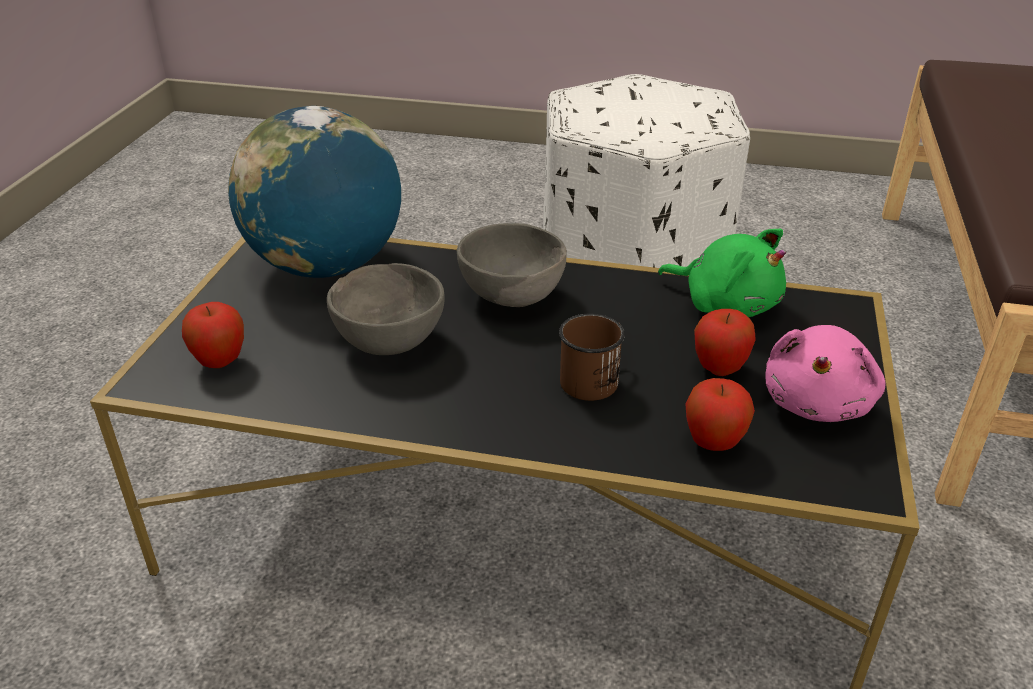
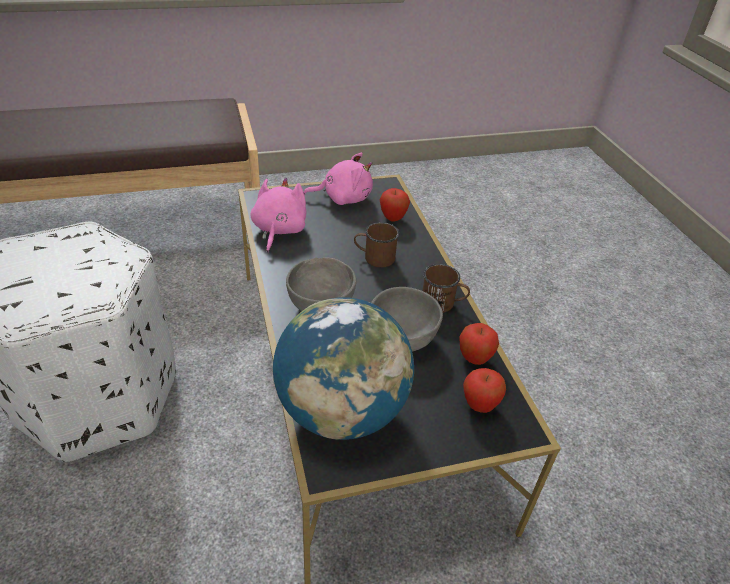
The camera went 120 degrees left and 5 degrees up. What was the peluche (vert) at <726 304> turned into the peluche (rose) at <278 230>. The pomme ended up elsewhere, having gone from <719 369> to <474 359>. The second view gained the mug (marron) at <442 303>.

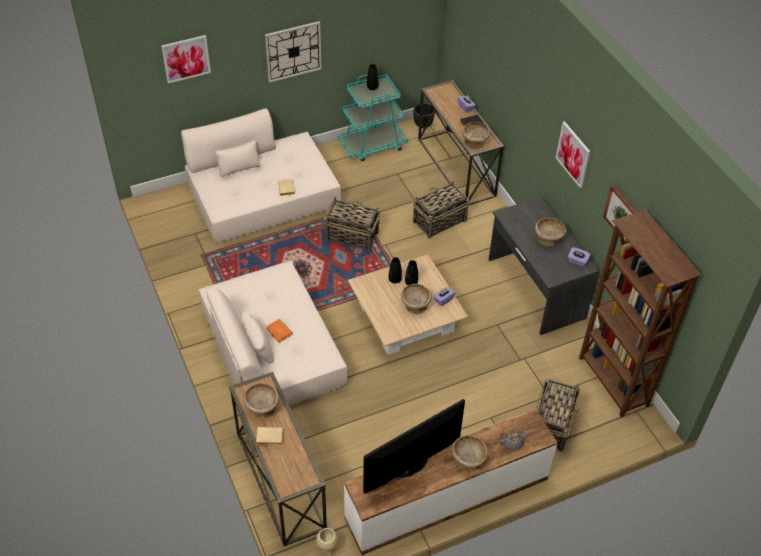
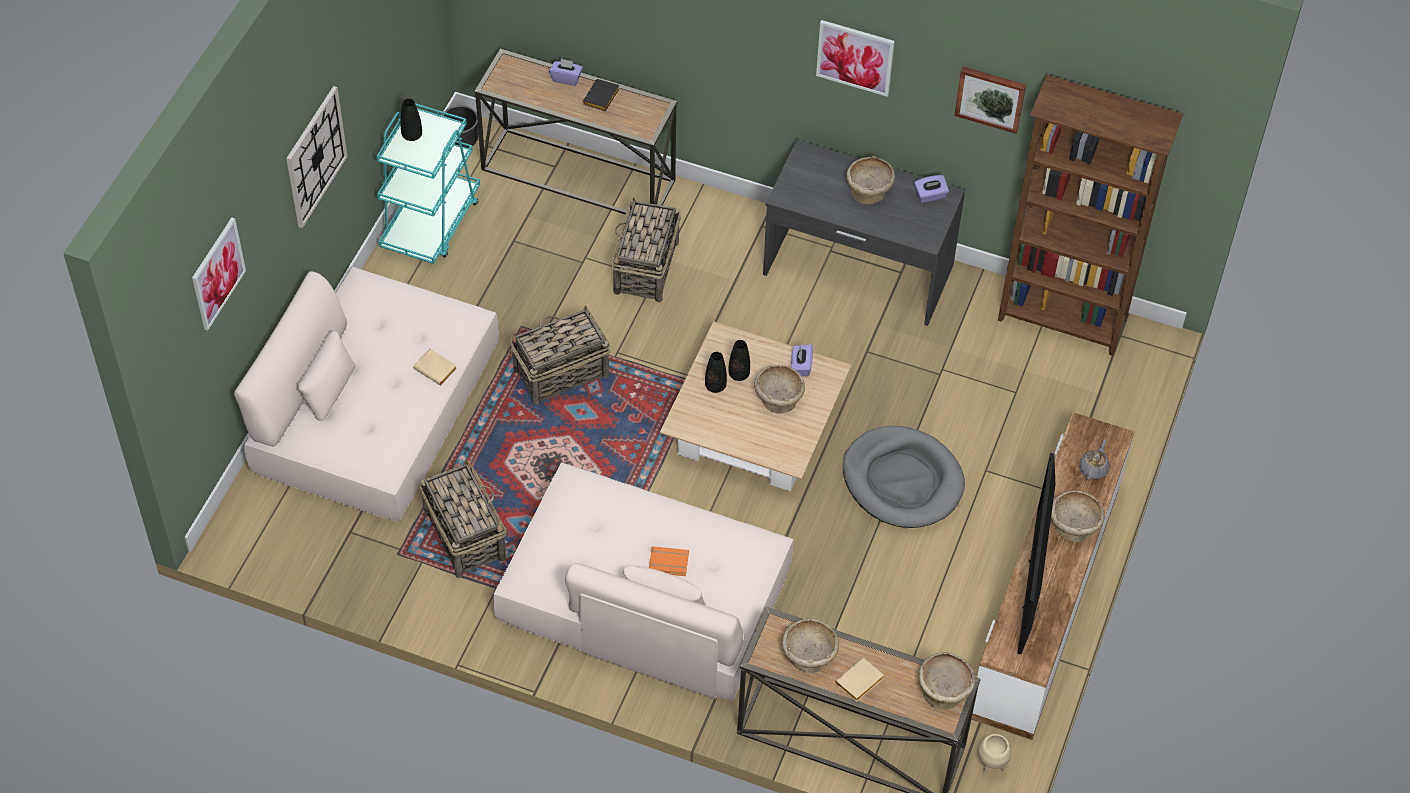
The camera went 45 degrees left and 5 degrees up. The bol (beige) ended up elsewhere, having gone from <475 143> to <944 692>. The panier ended up elsewhere, having gone from <552 424> to <464 534>. The second view gained the panier pour chien (gris) at <902 480>.

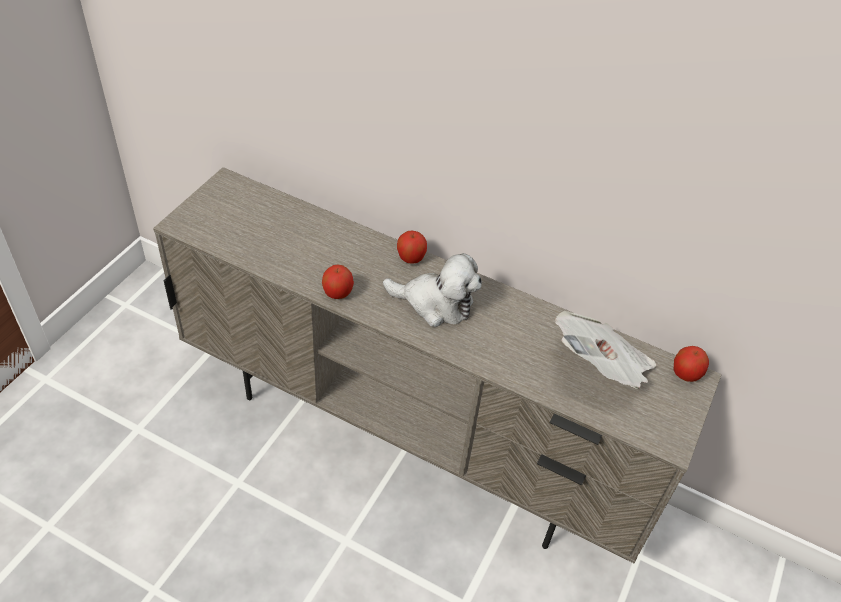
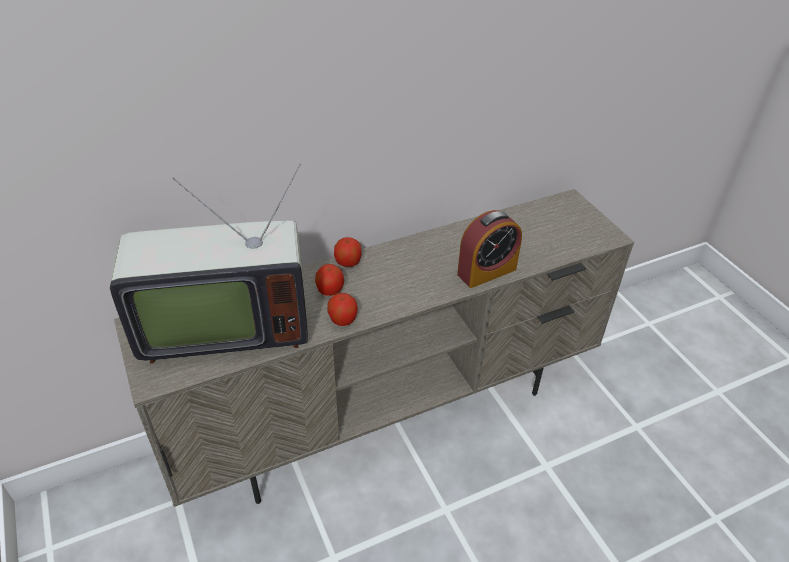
The camera went 50 degrees left and 5 degrees down. The second view lost the peluche at <435 303>. The second view lost the journal at <601 367>. The pomme ended up elsewhere, having gone from <686 374> to <330 291>. The second view gained the téléviseur at <222 326>. The second view gained the réveil at <486 271>.

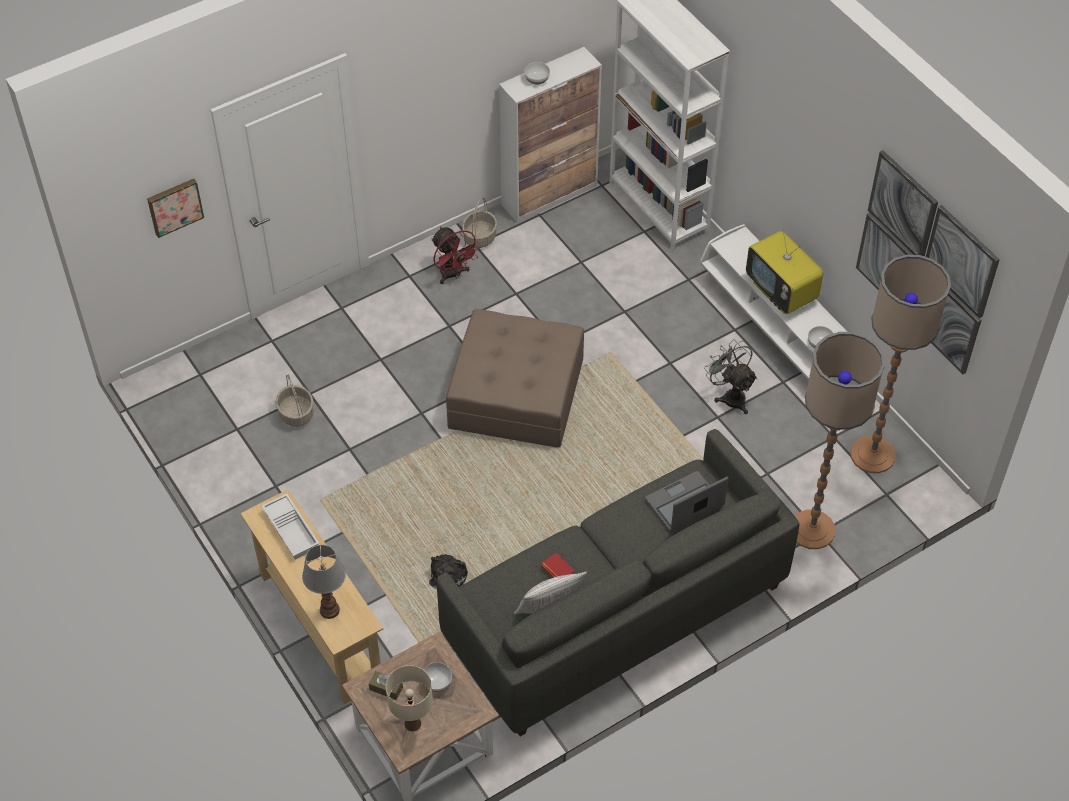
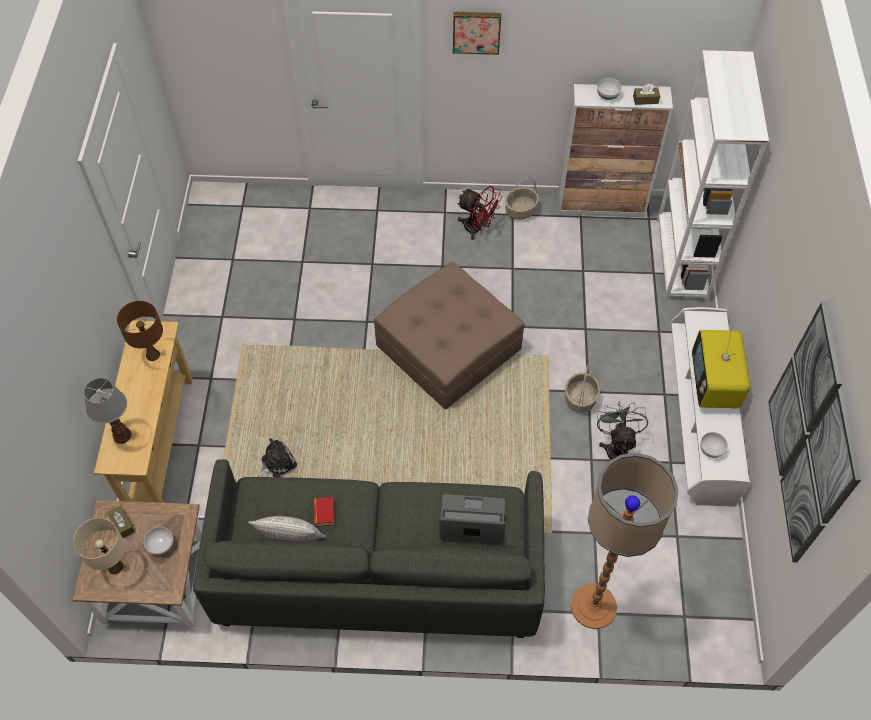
The camera went 35 degrees right and 5 degrees up. The tableau ended up elsewhere, having gone from <174 206> to <476 31>. The ventilateur (rouge) at <453 275> ended up facing another way, 60 degrees counterclockwise from before. The second view lost the lampadaire at <872 455>. The panier ended up elsewhere, having gone from <296 414> to <580 399>. Where the plateau (blanc) stood at <292 529>, the lampe de table (marron) came to stand at <153 355>. The second view gained the boîte à mouchoirs (marron) at <645 100>.

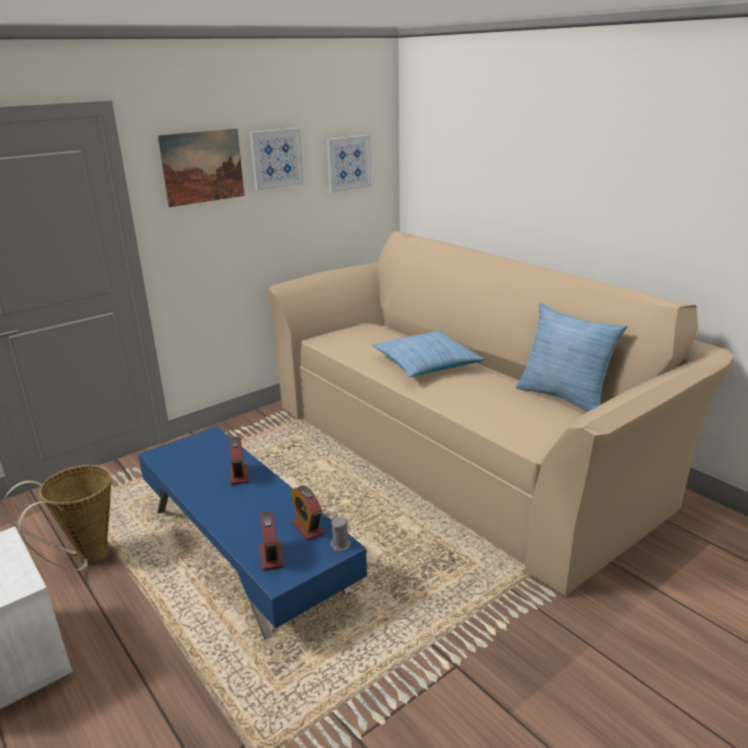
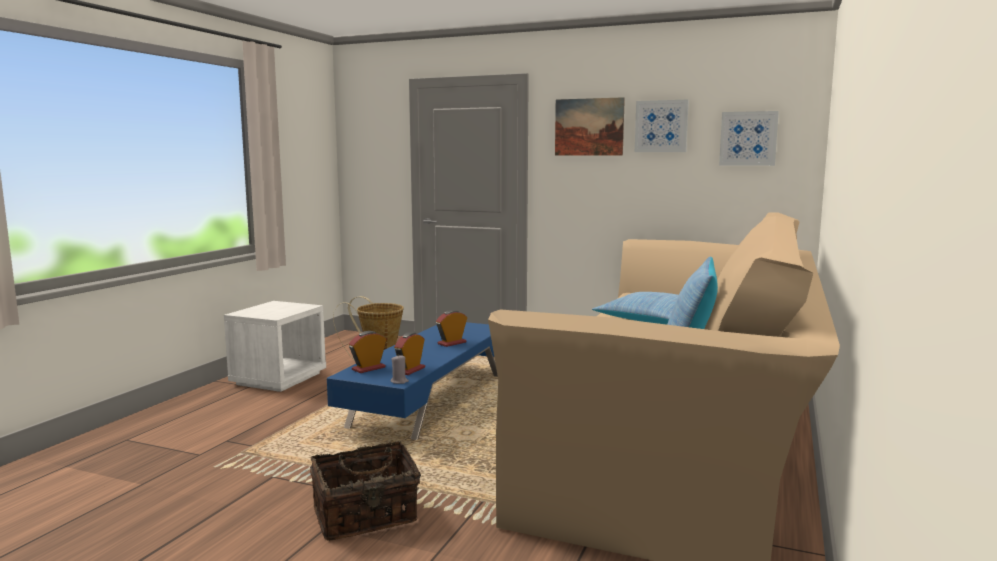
The camera went 60 degrees right and 15 degrees down. The second view gained the panier at <366 516>.

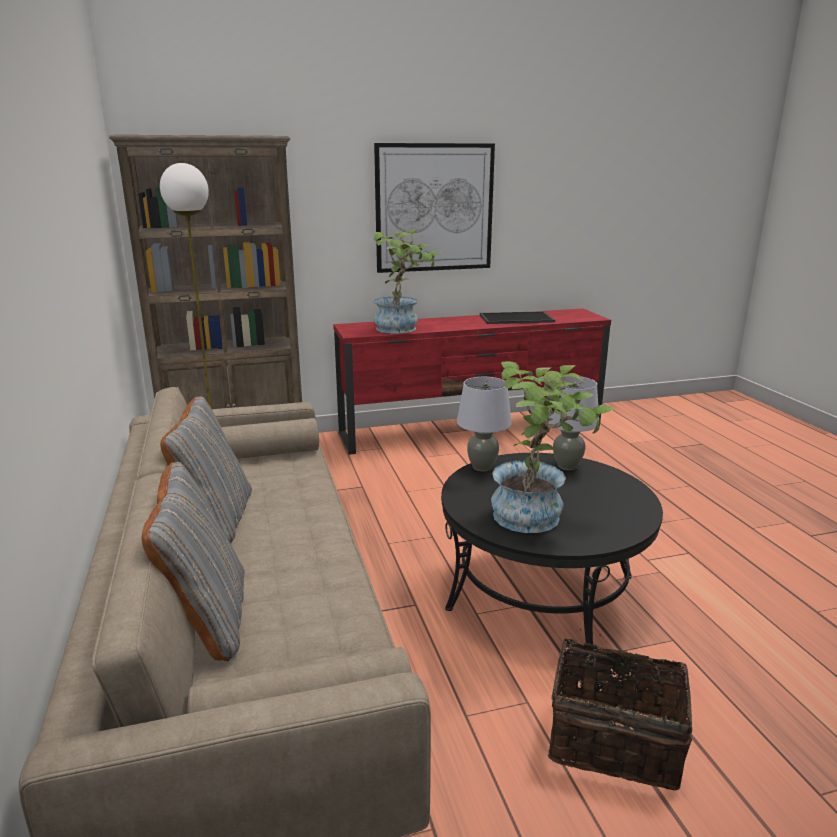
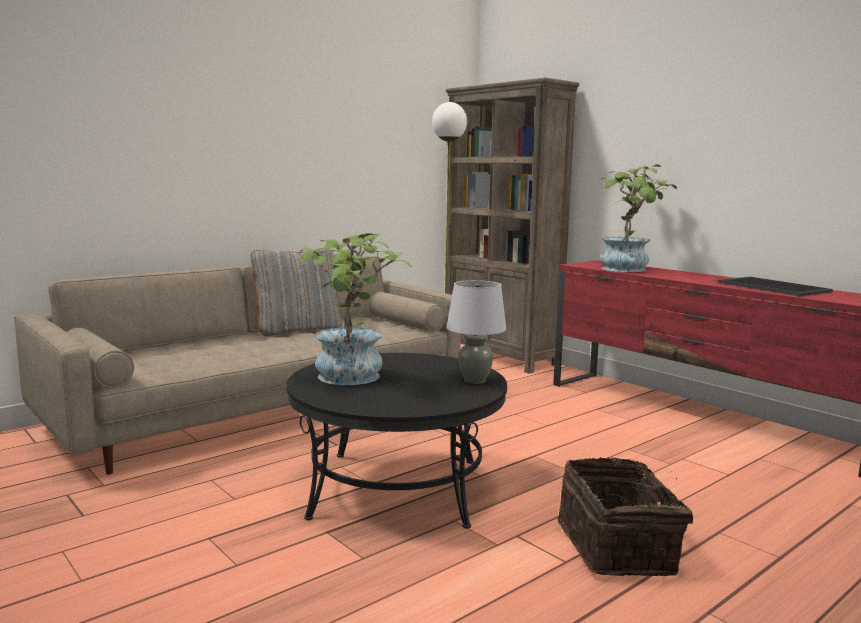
The camera went 65 degrees right and 10 degrees down. The second view lost the tableau at <434 208>. The second view lost the lampe de table (gris) at <482 467>. The second view lost the coussin (gris) at <207 618>. The panier ended up elsewhere, having gone from <614 738> to <619 547>.

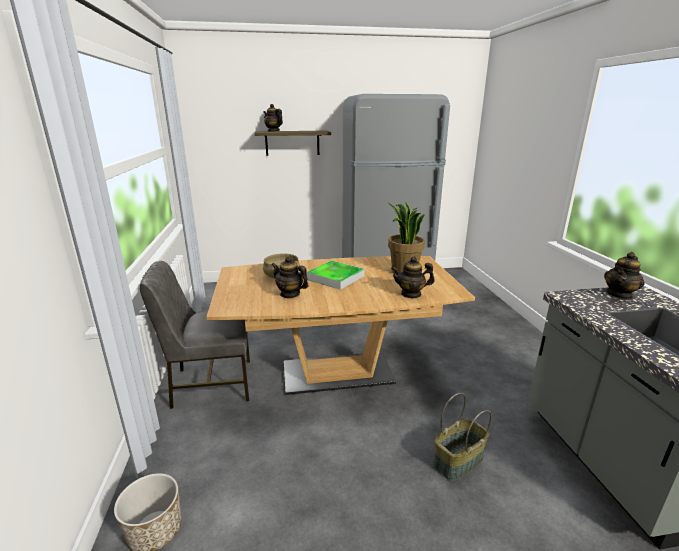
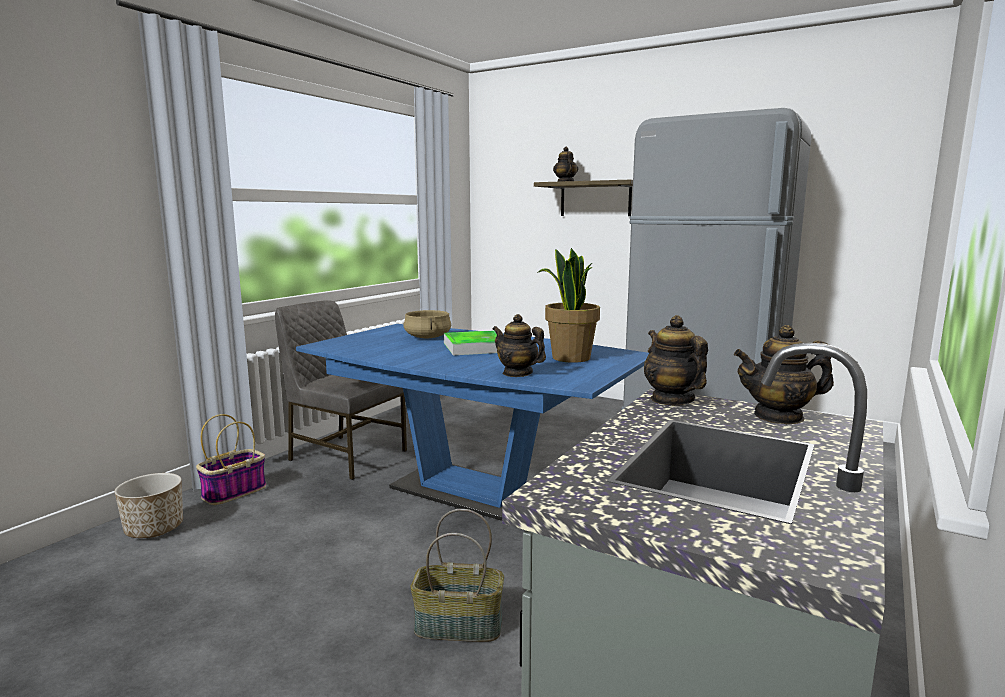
The camera went 40 degrees right and 10 degrees down. What was the table à manger (marron) at <337 373> turned into the table à manger (bleu) at <473 492>. The théière ended up elsewhere, having gone from <290 294> to <672 400>. The second view gained the panier at <234 492>.

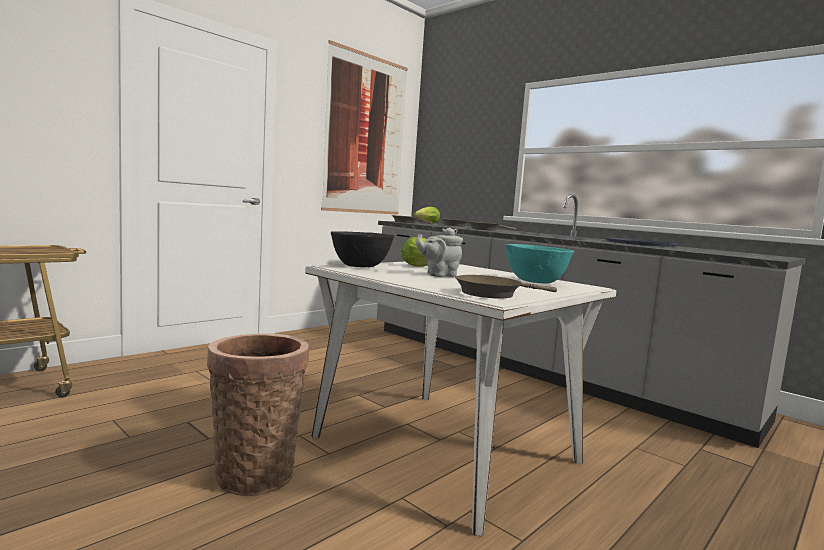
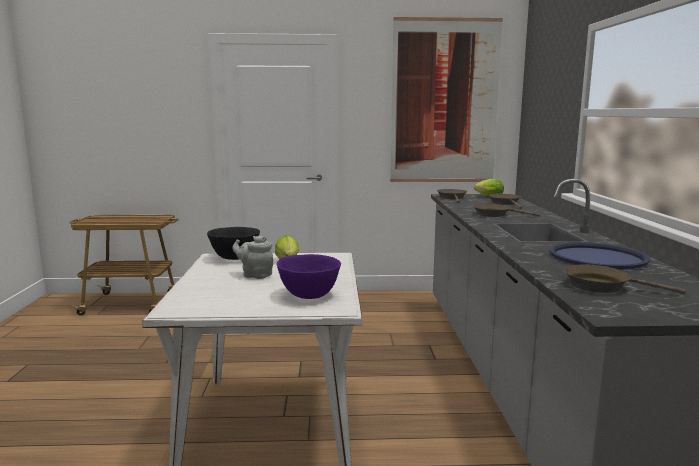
The camera went 45 degrees right and 5 degrees up. What was the bol (turquoise) at <534 282> turned into the bol (violet) at <308 295>. The poêle (marron) ended up elsewhere, having gone from <492 294> to <602 286>. The second view lost the panier at <256 472>.

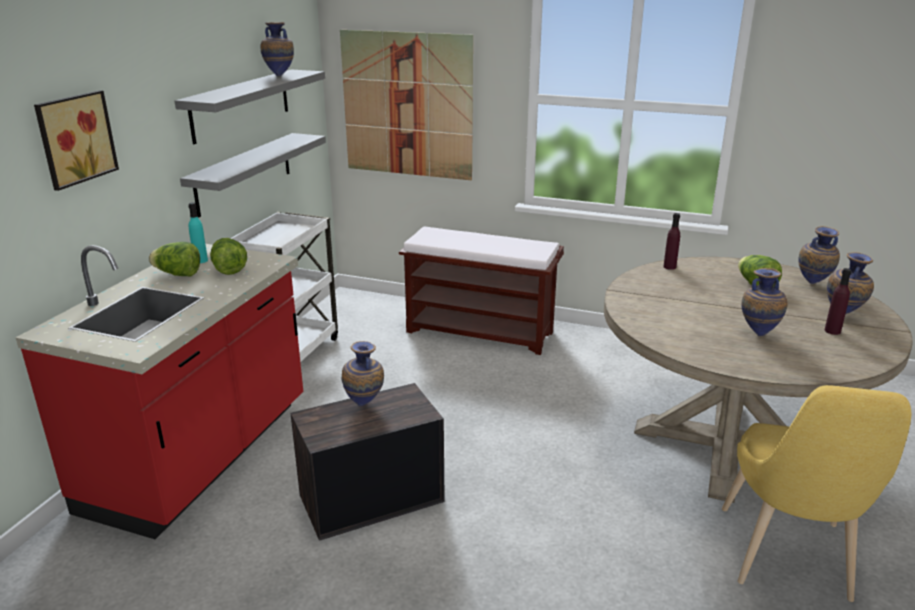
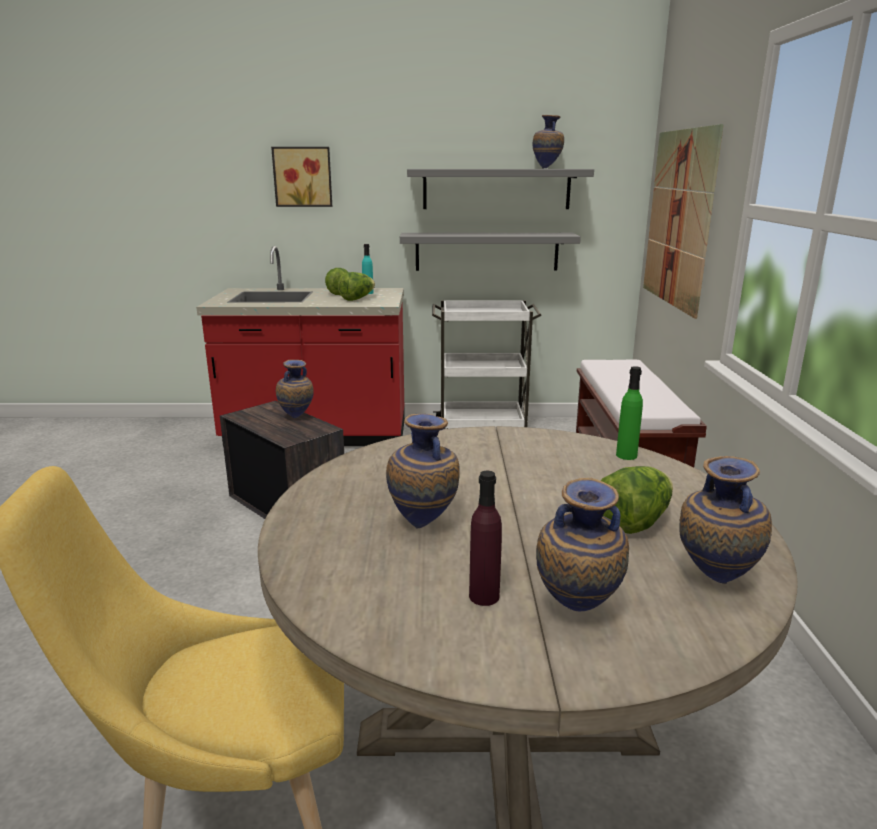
The camera went 70 degrees right and 5 degrees down. What was the bouteille (violet) at <669 267> turned into the bouteille (vert) at <626 455>.

